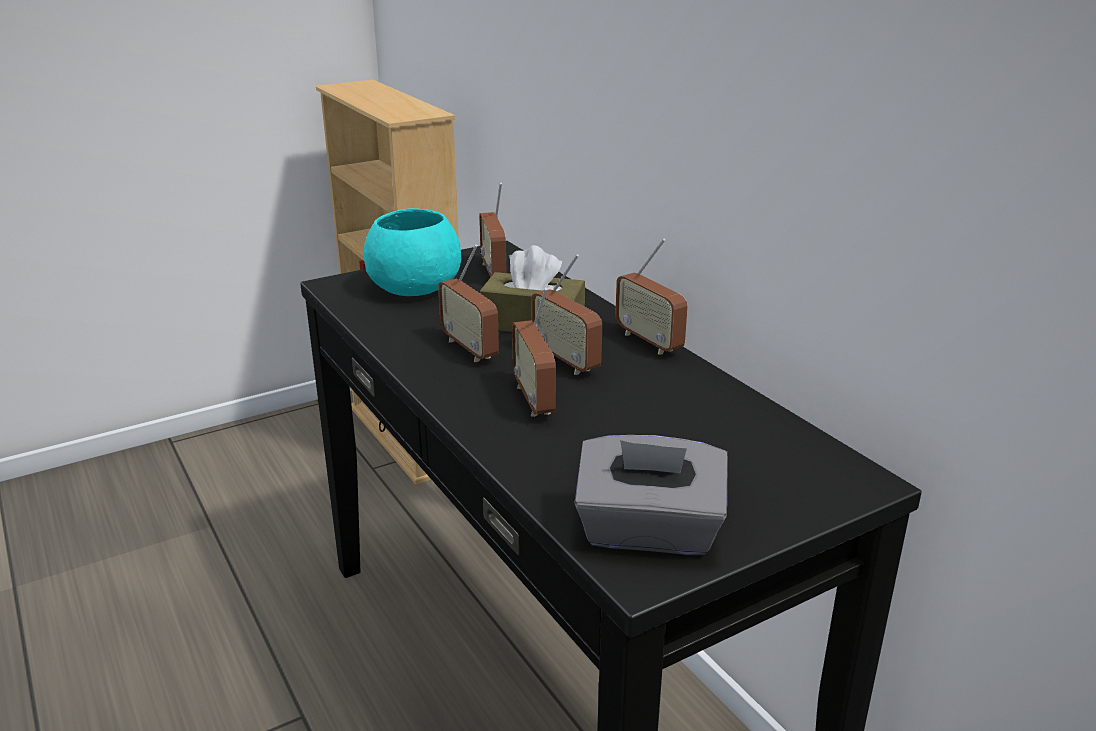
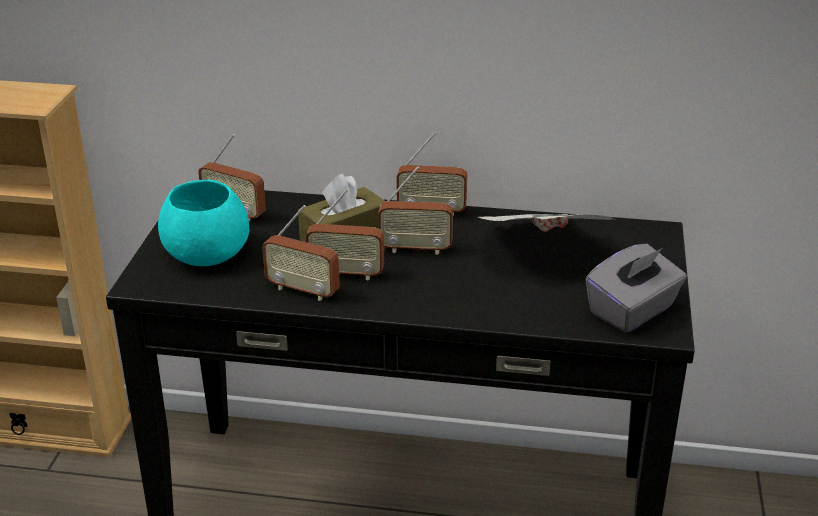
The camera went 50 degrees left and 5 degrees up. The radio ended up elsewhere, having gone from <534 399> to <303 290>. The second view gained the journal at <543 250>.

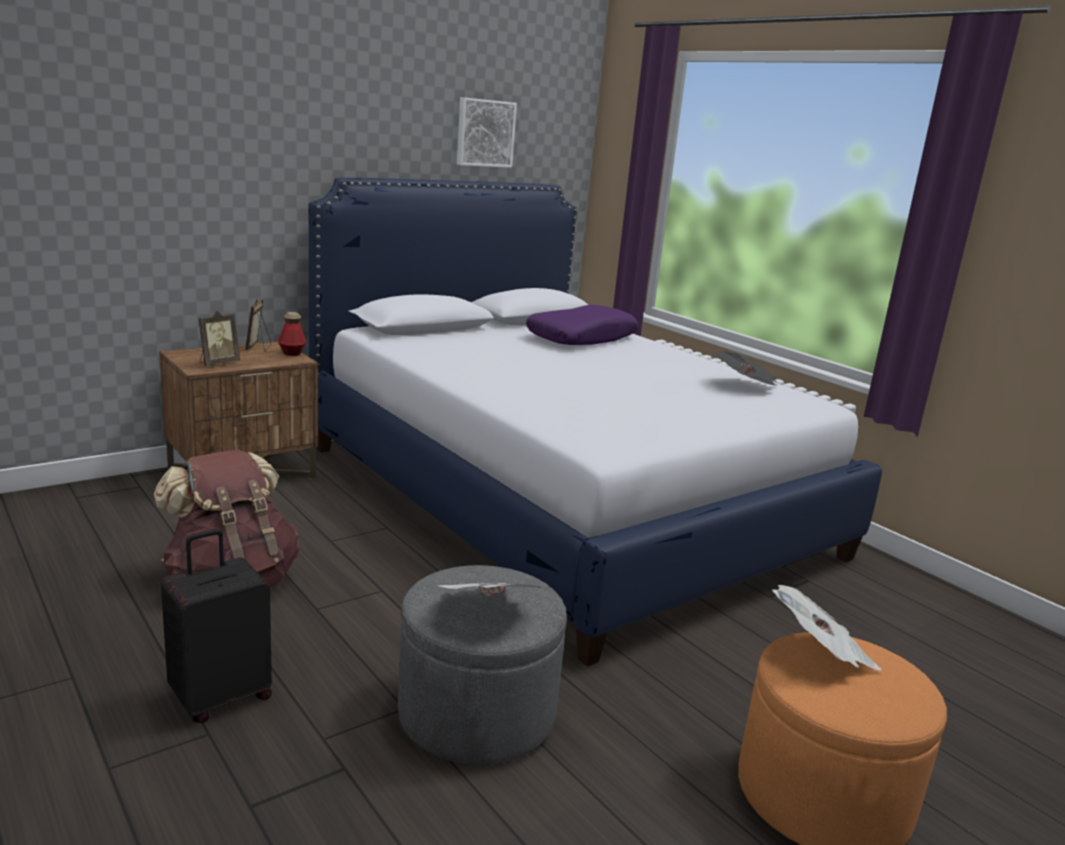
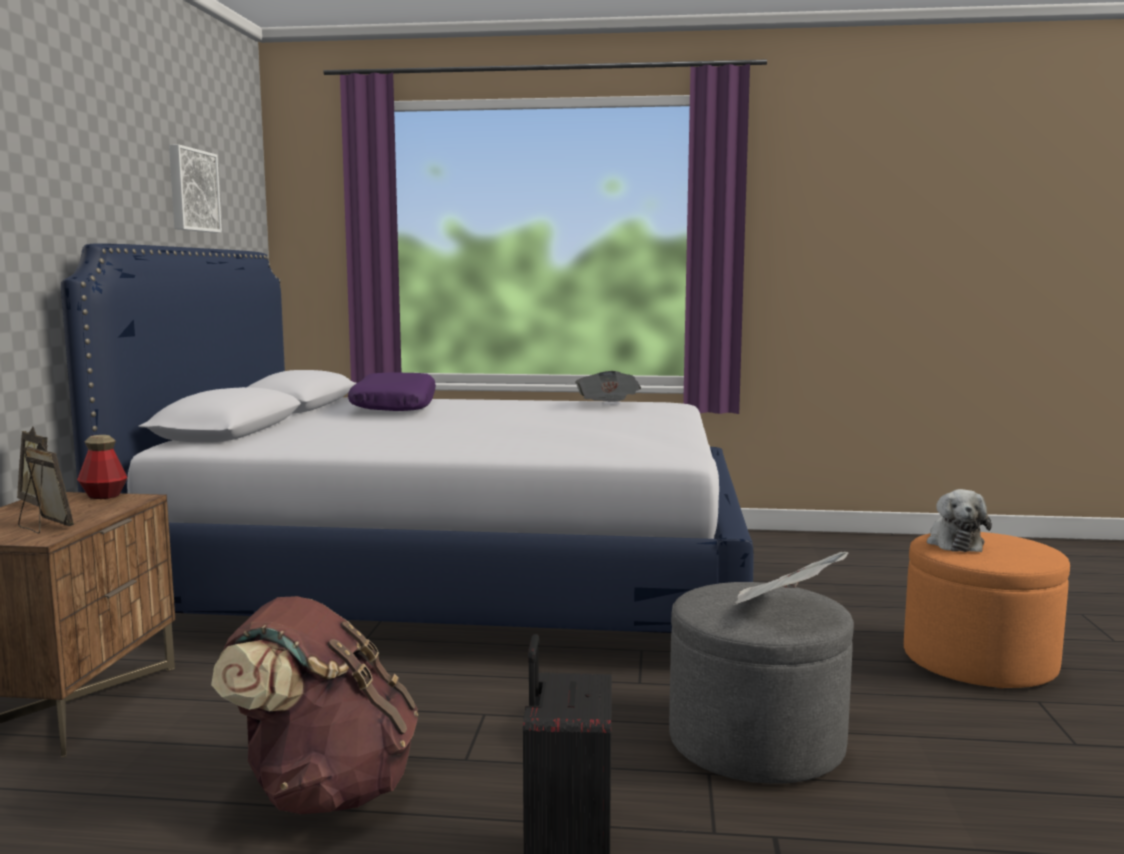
The camera went 45 degrees left and 10 degrees down. The cadre photo at <218 363> ended up facing another way, 45 degrees counterclockwise from before. Where the journal stood at <820 654>, the peluche came to stand at <954 543>.

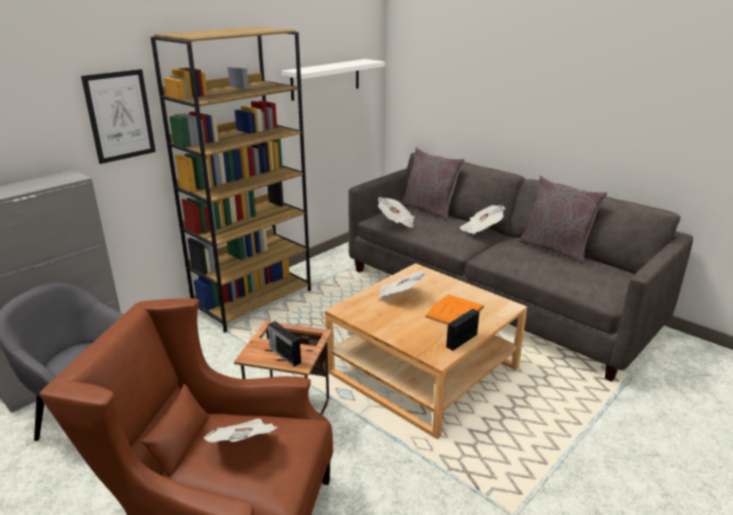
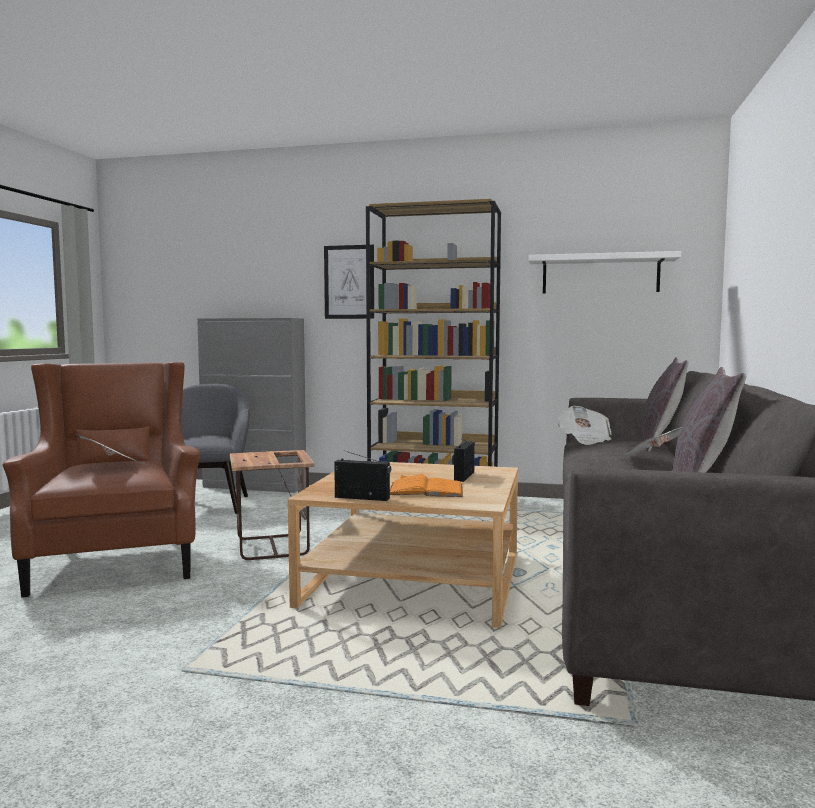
The camera went 60 degrees right and 20 degrees down. The second view lost the journal at <400 295>. The radio ended up elsewhere, having gone from <284 355> to <464 476>.

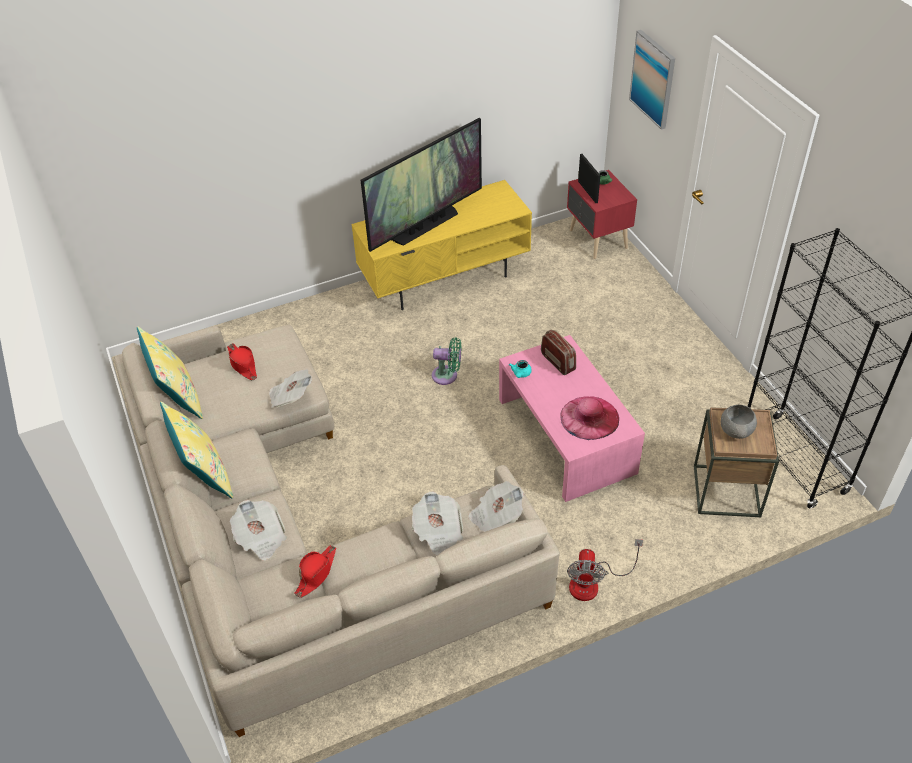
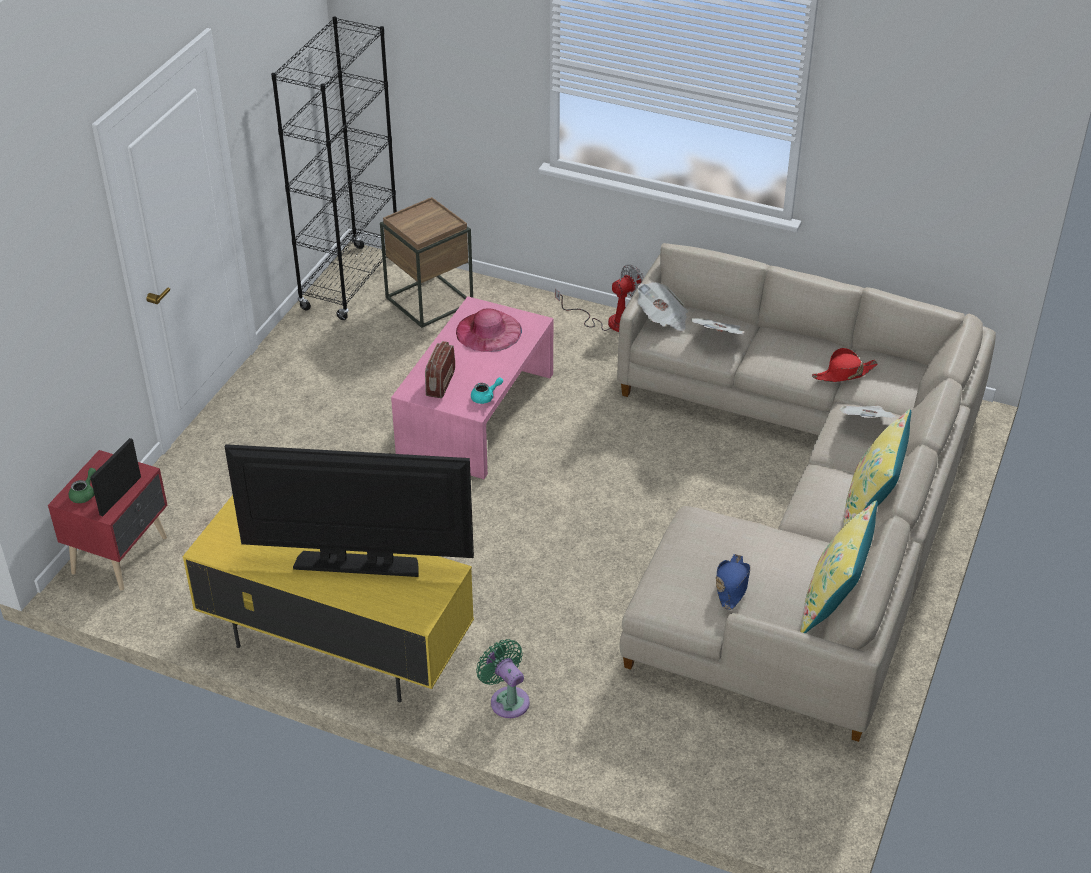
The camera went 135 degrees left and 5 degrees down. The second view lost the tableau at <653 79>. The ventilateur (vert) ended up elsewhere, having gone from <447 375> to <507 699>. What was the chapeau (rouge) at <243 364> turned into the chapeau (bleu) at <732 585>. The second view lost the journal at <291 397>. The second view lost the bol (gris) at <735 430>.

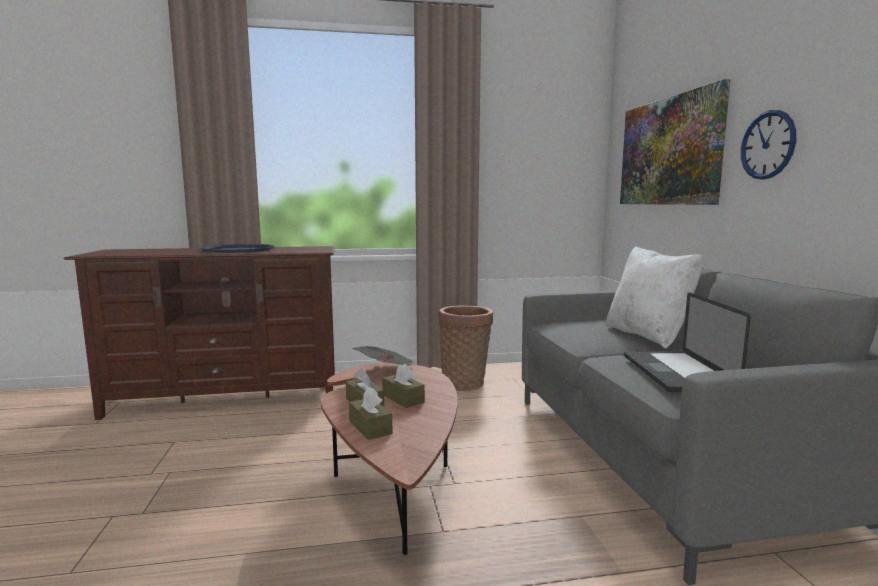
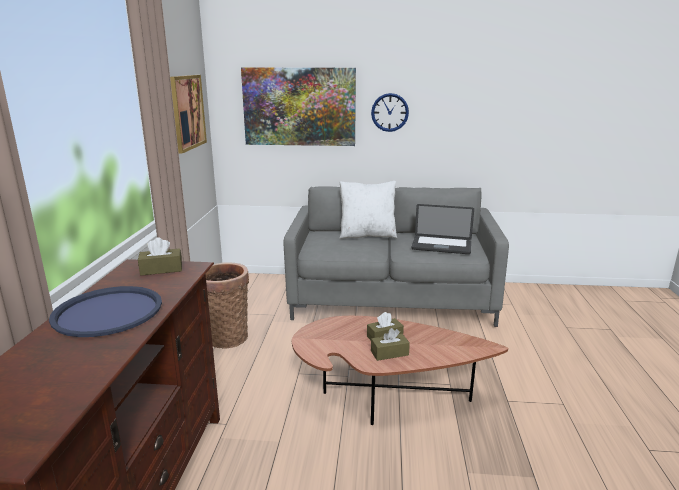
The camera went 75 degrees left and 10 degrees up. The second view lost the journal at <386 373>. The boîte à mouchoirs (marron) ended up elsewhere, having gone from <370 427> to <161 269>. The second view gained the tableau at <186 112>.

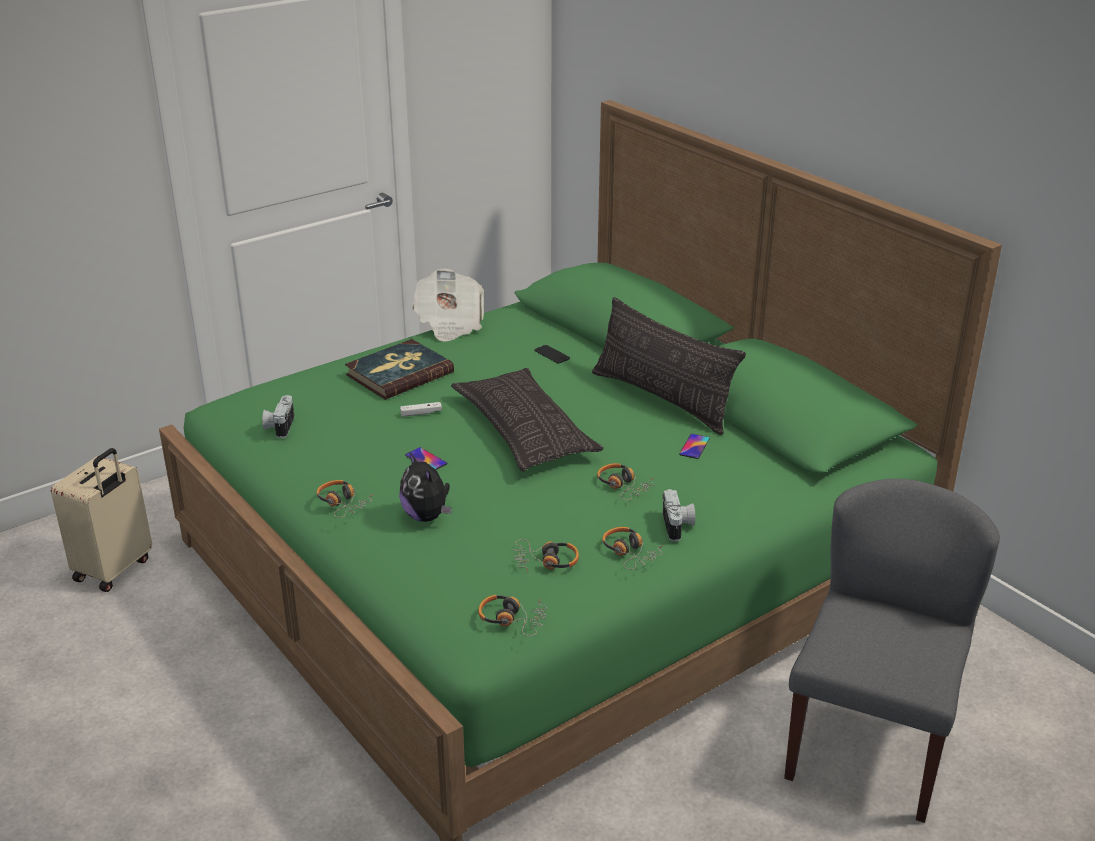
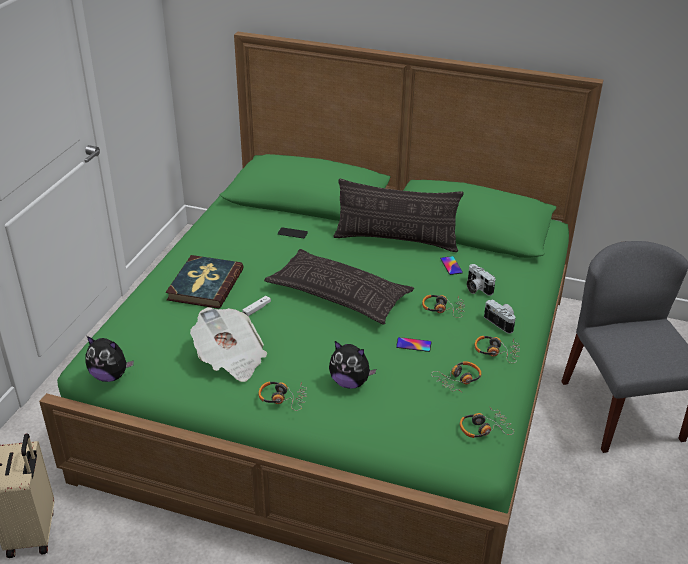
The camera went 35 degrees left and 5 degrees up. The journal ended up elsewhere, having gone from <449 324> to <230 359>. The appareil photo ended up elsewhere, having gone from <279 426> to <476 288>. The téléphone ended up elsewhere, having gone from <426 460> to <413 345>. The second view gained the peluche at <110 376>.

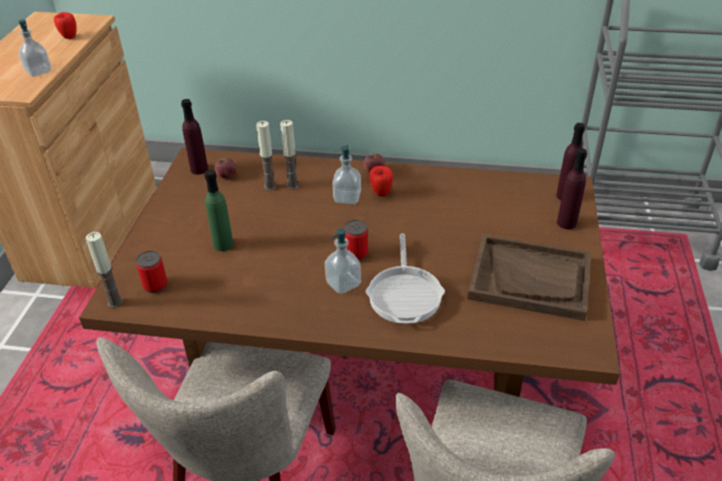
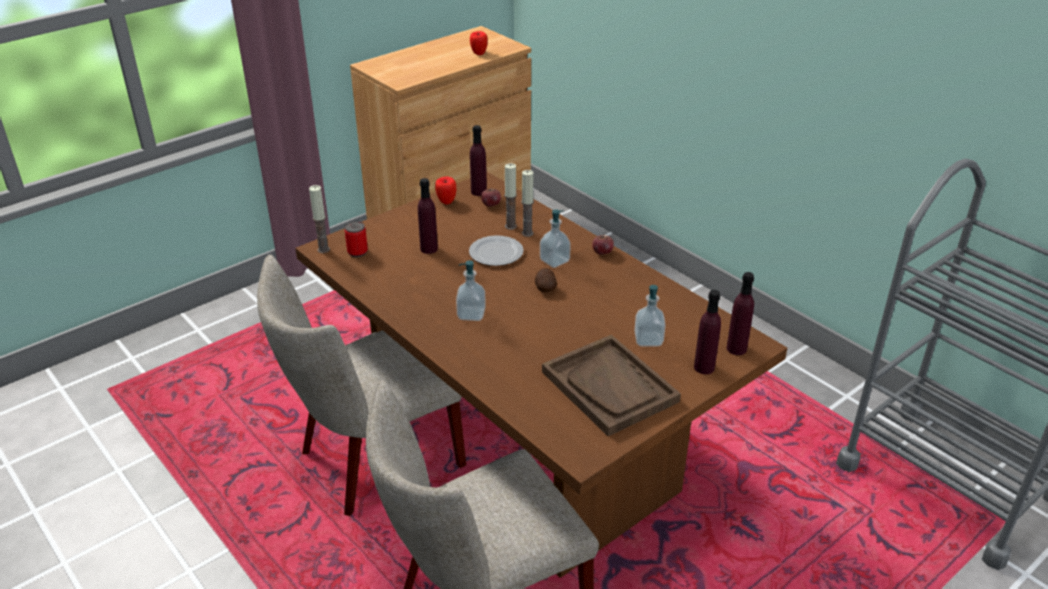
The camera went 40 degrees right and 5 degrees down. The distributeur de savon ended up elsewhere, having gone from <38 71> to <648 340>. The pomme ended up elsewhere, having gone from <381 193> to <446 201>. What was the bouteille (vert) at <223 244> turned into the bouteille (violet) at <429 249>. The second view lost the boîte métallique at <356 253>. The second view lost the poêle at <405 294>. The second view gained the assiette at <495 253>. The second view gained the pomme de terre at <545 288>.

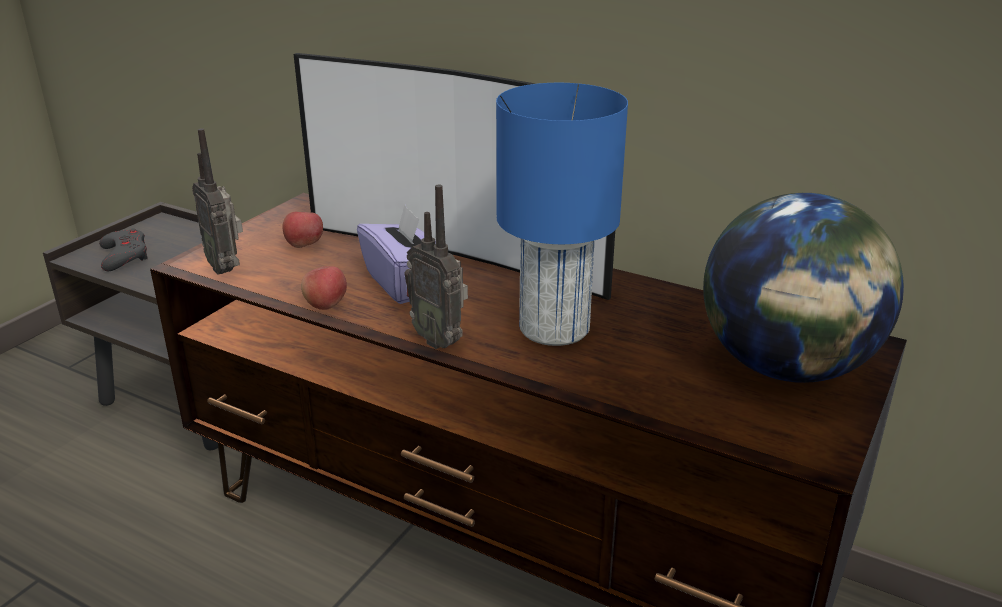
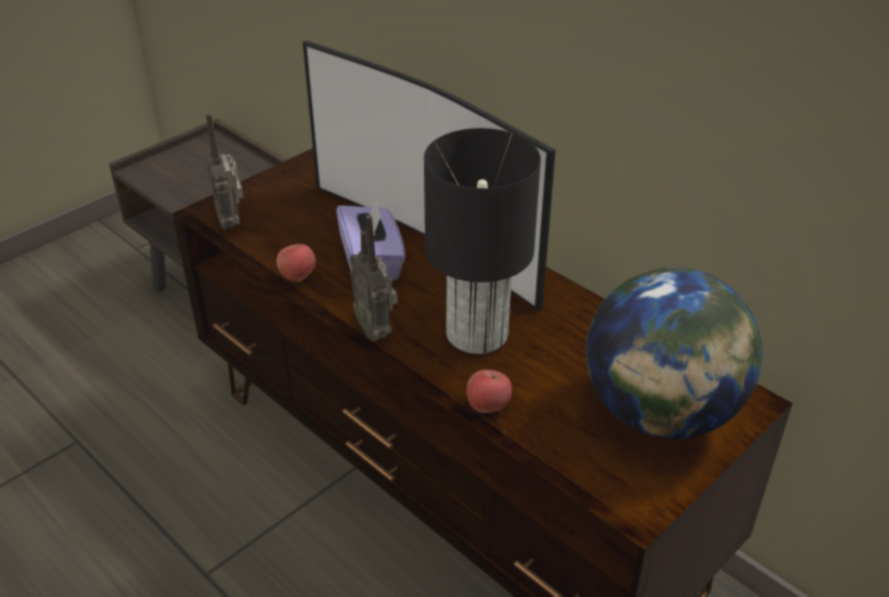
The camera went 15 degrees right and 10 degrees up. What was the lampe de table (bleu) at <556 328> turned into the lampe de table (noir) at <479 334>. The pomme ended up elsewhere, having gone from <304 245> to <487 406>. The second view lost the manette (gris) at <124 255>.

